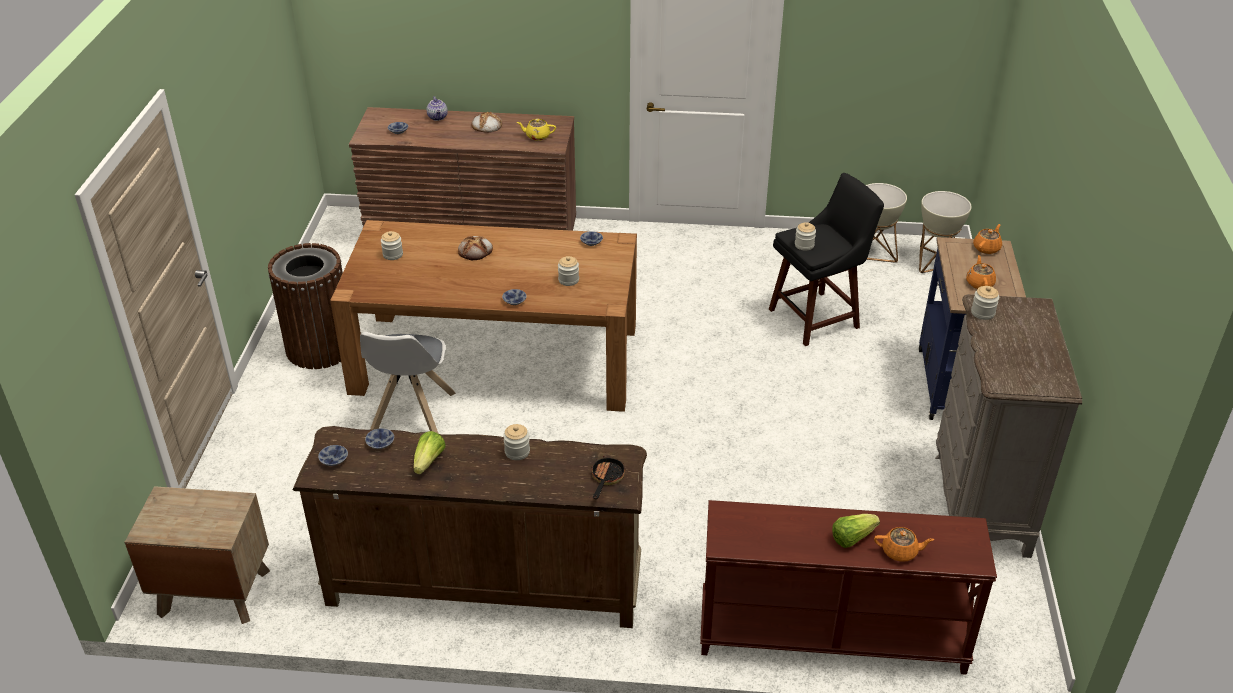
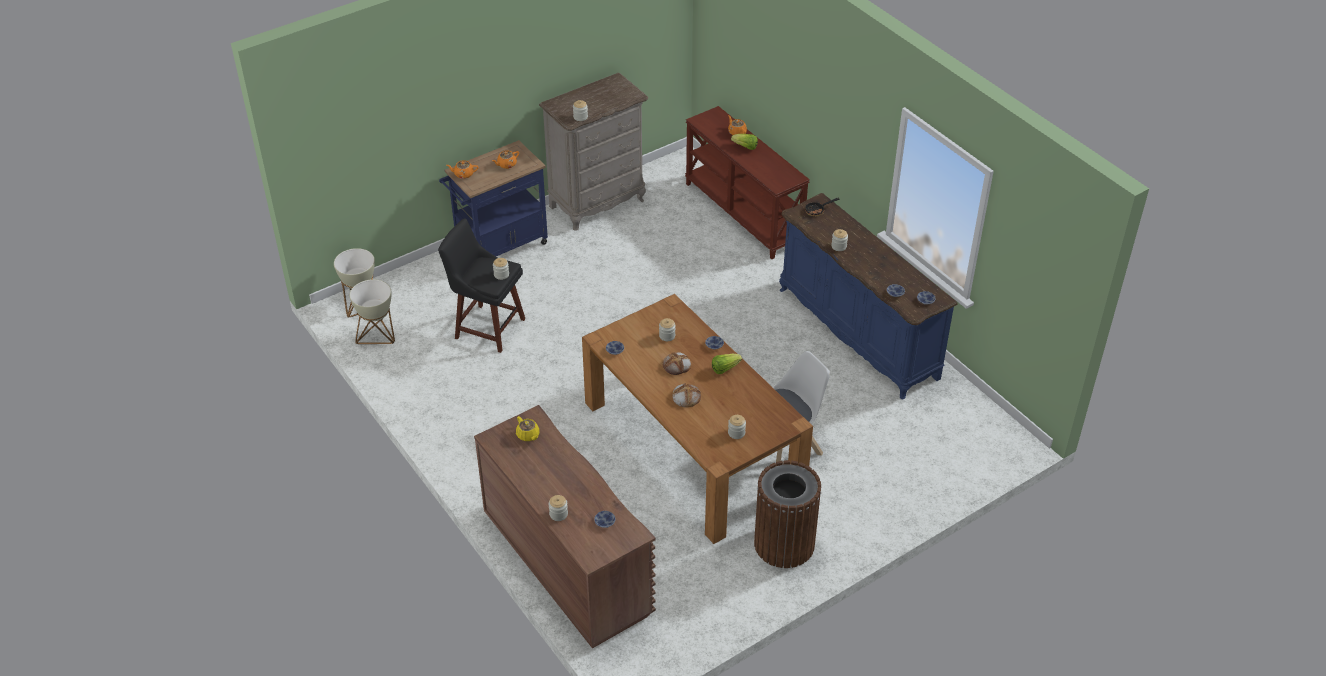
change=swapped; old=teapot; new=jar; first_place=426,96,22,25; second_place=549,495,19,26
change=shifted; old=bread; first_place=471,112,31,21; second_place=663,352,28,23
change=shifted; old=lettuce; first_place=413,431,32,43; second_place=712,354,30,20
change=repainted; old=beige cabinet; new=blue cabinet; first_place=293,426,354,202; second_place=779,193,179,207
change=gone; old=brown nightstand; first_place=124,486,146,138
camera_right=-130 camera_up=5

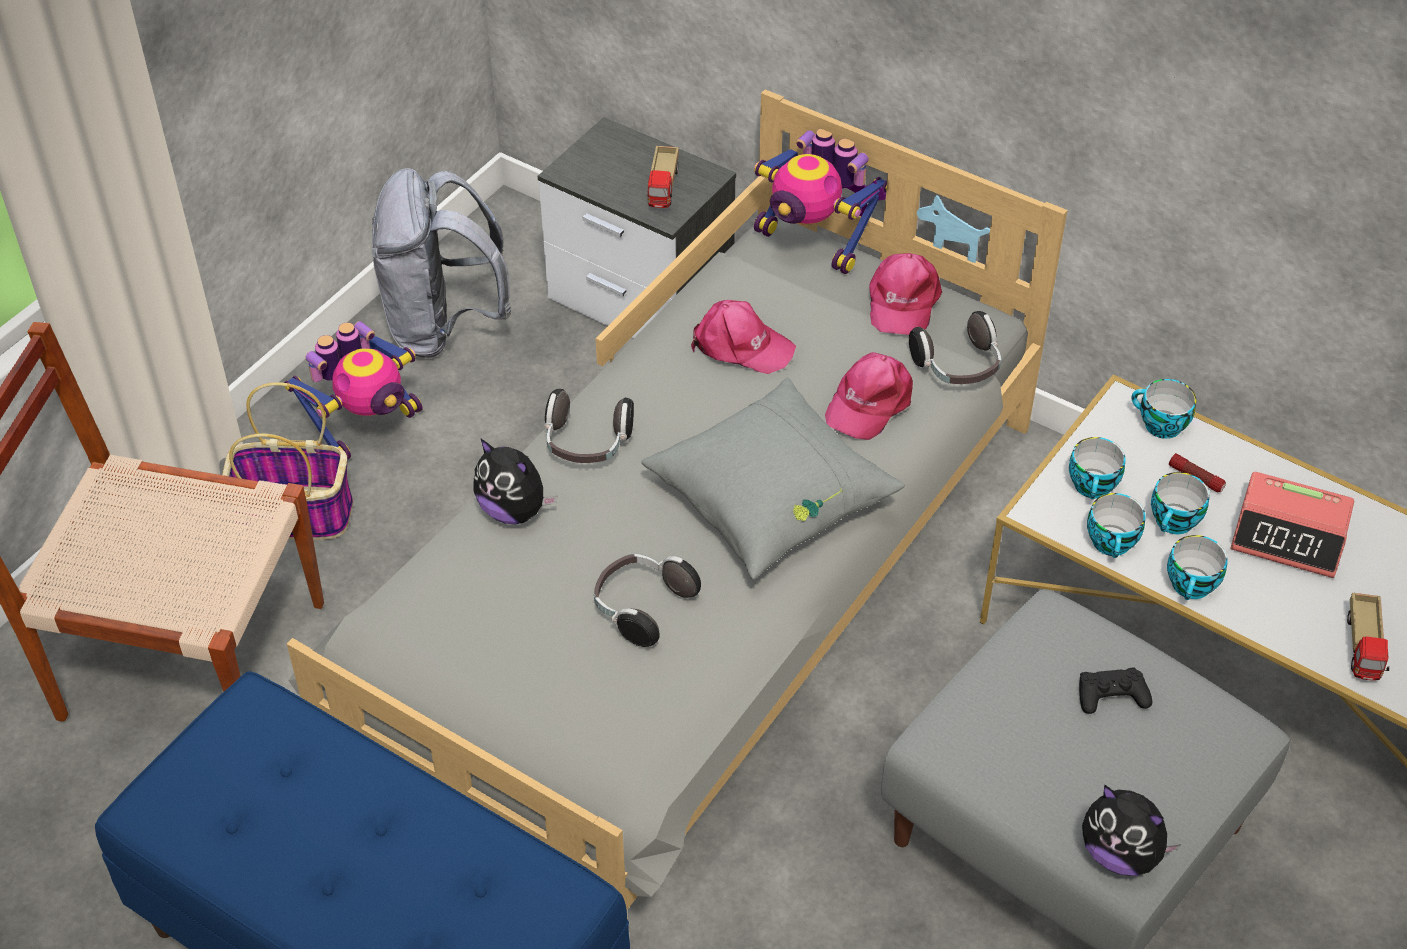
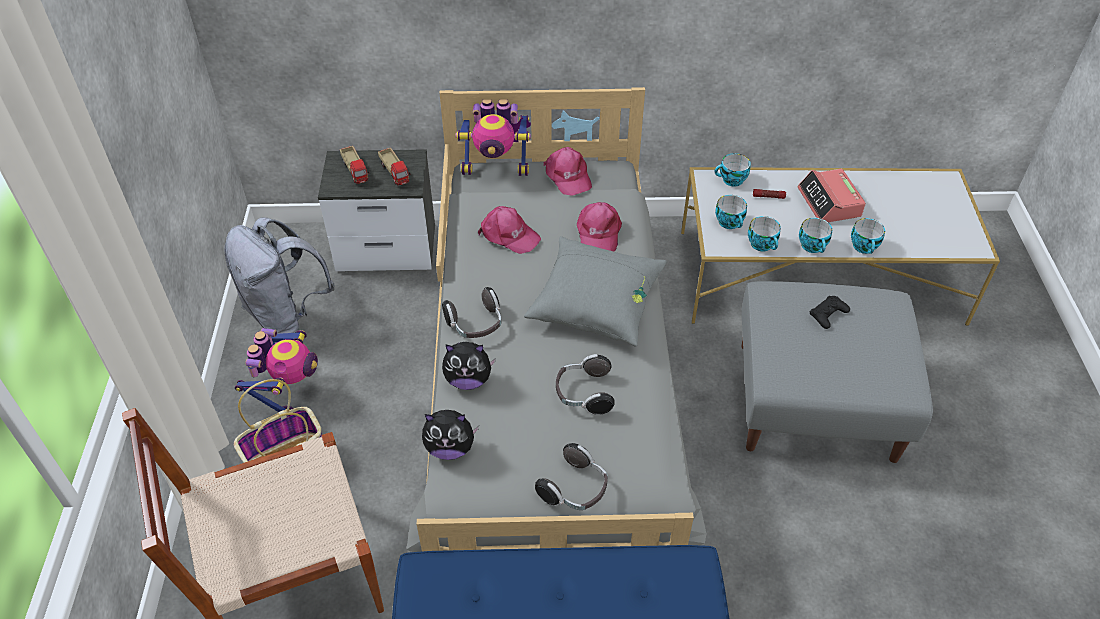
change=shifted; old=toy truck; first_place=1347,593,42,88; second_place=340,146,29,38
change=shifted; old=plush toy; first_place=1082,785,99,91; second_place=422,410,57,50
change=rotated; old=pink cap; first_place=691,300,105,74; second_place=478,206,63,48; degrees=45
change=shifted; old=headphones; first_place=909,311,93,73; second_place=535,443,73,67
change=rotated; old=alarm clock; first_place=1230,472,124,106; second_place=798,169,68,53; degrees=90
change=shifted; old=cup; first_place=1151,472,58,62; second_place=851,218,34,36
camera_right=-35 camera_up=0

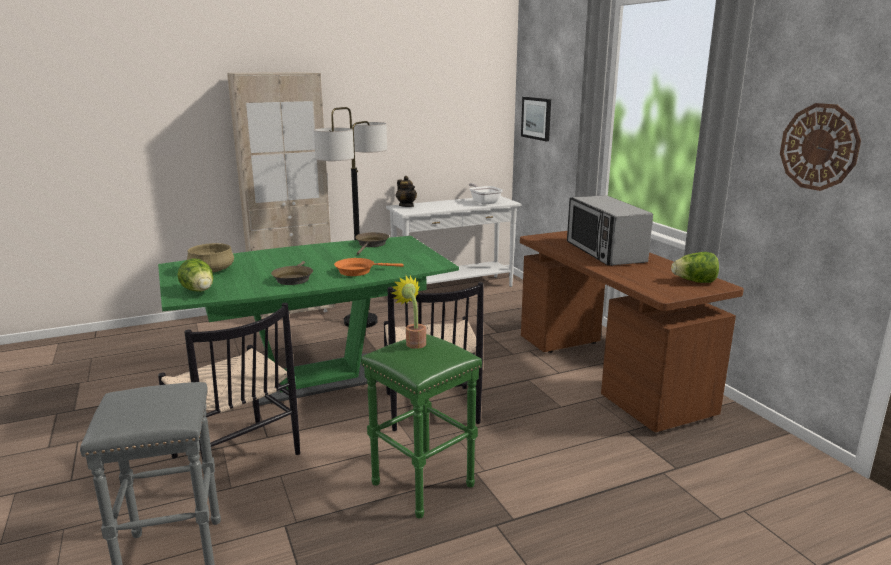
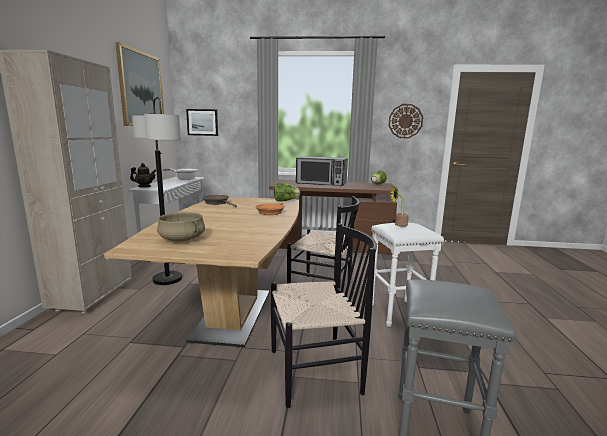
change=repainted; old=green dining table; new=brown dining table; first_place=158,236,301,170; second_place=104,197,195,150
change=new; new=picture; second_place=115,42,49,84
change=shifted; old=lettuce; first_place=177,258,36,34; second_place=274,183,26,18
change=repainted; old=green stool; new=white stool; first_place=361,334,121,184; second_place=371,223,73,104
change=gone; old=brown frying pan; first_place=271,261,42,24
camera_right=-60 camera_up=-5

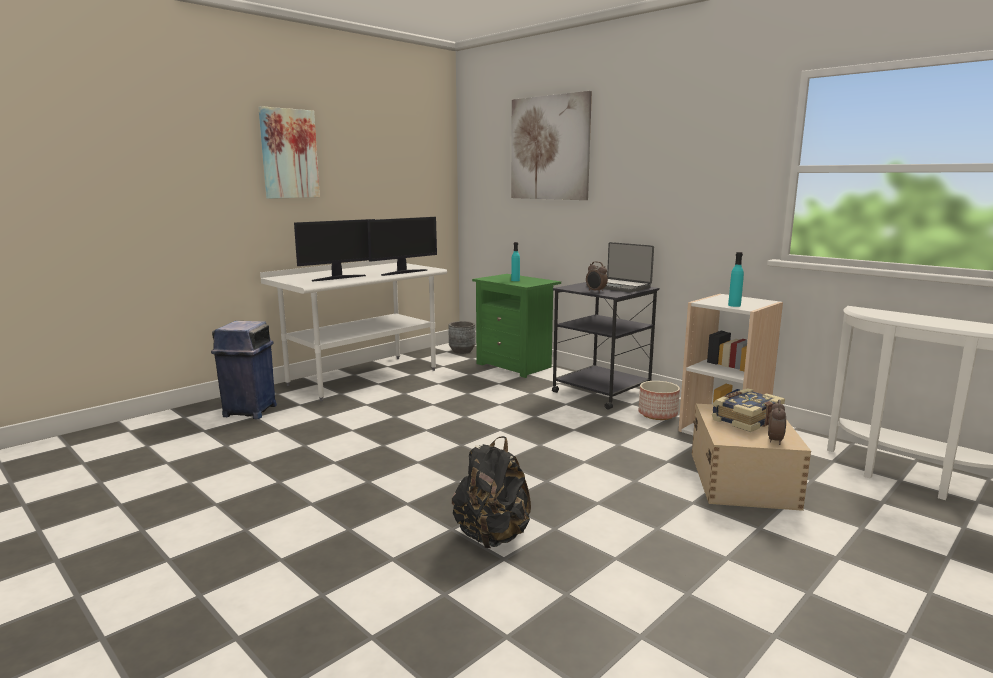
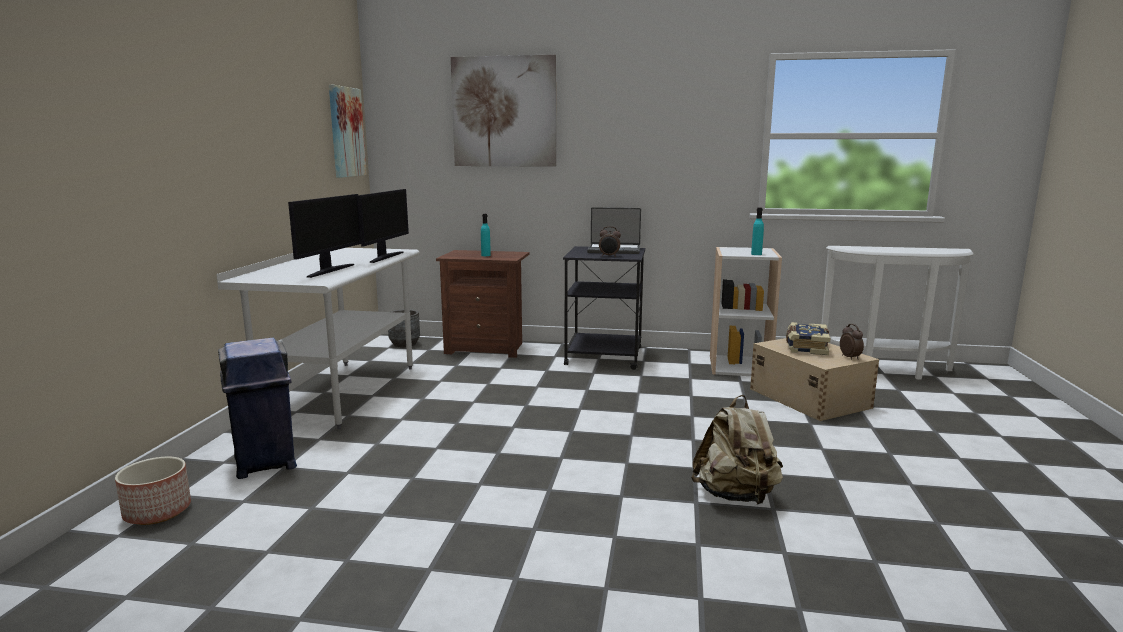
change=shifted; old=planter; first_place=639,381,41,39; second_place=115,457,76,68
change=shifted; old=picture; first_place=258,106,62,93; second_place=329,85,38,93
change=repainted; old=green nightstand; new=brown nightstand; first_place=472,274,89,104; second_place=436,250,94,108
change=repainted; old=black backpack; new=beige backpack; first_place=452,436,79,112; second_place=691,395,92,110
camera_right=-35 camera_up=0

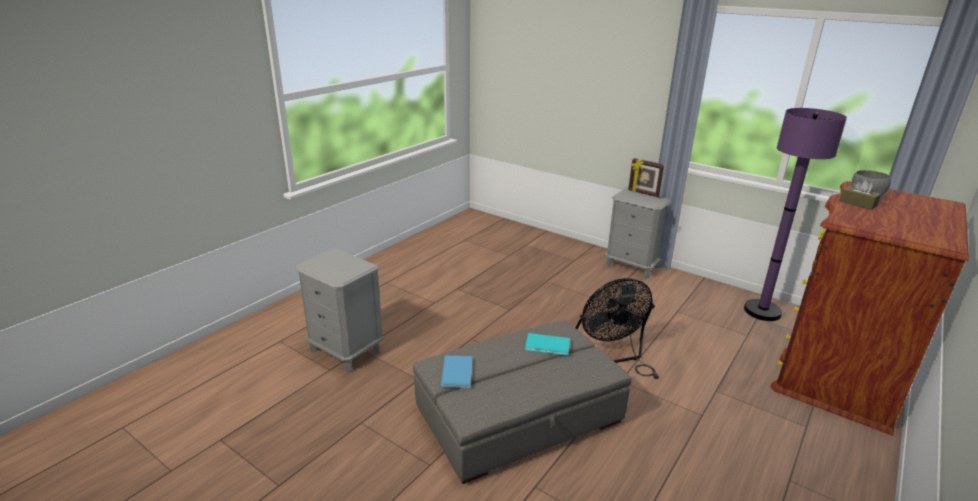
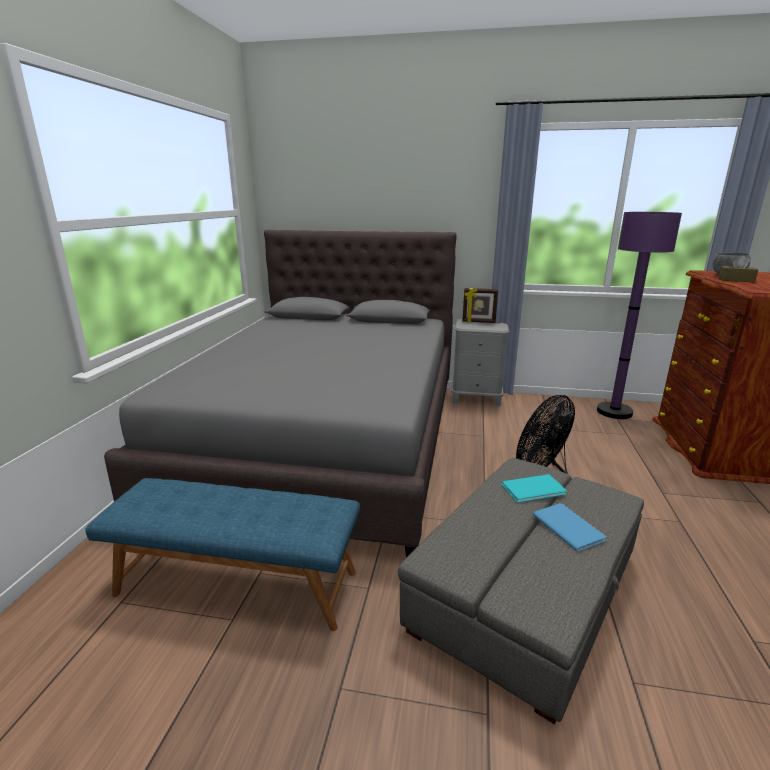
change=swapped; old=grey nightstand; new=blue bench; first_place=296,248,88,124; second_place=85,478,275,153
change=new; new=grey bed; second_place=104,230,353,328
change=shifted; old=blue book; first_place=441,356,31,32; second_place=533,503,73,49
camera_right=-25 camera_up=-5

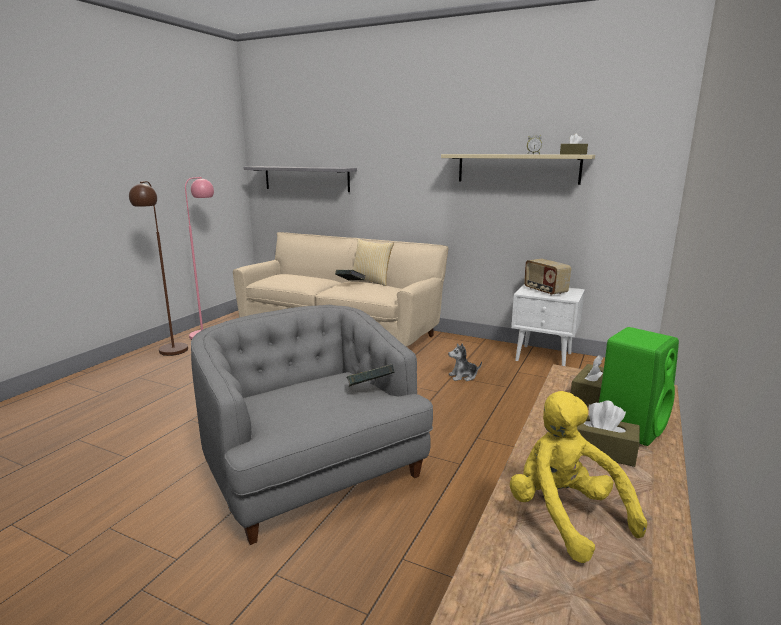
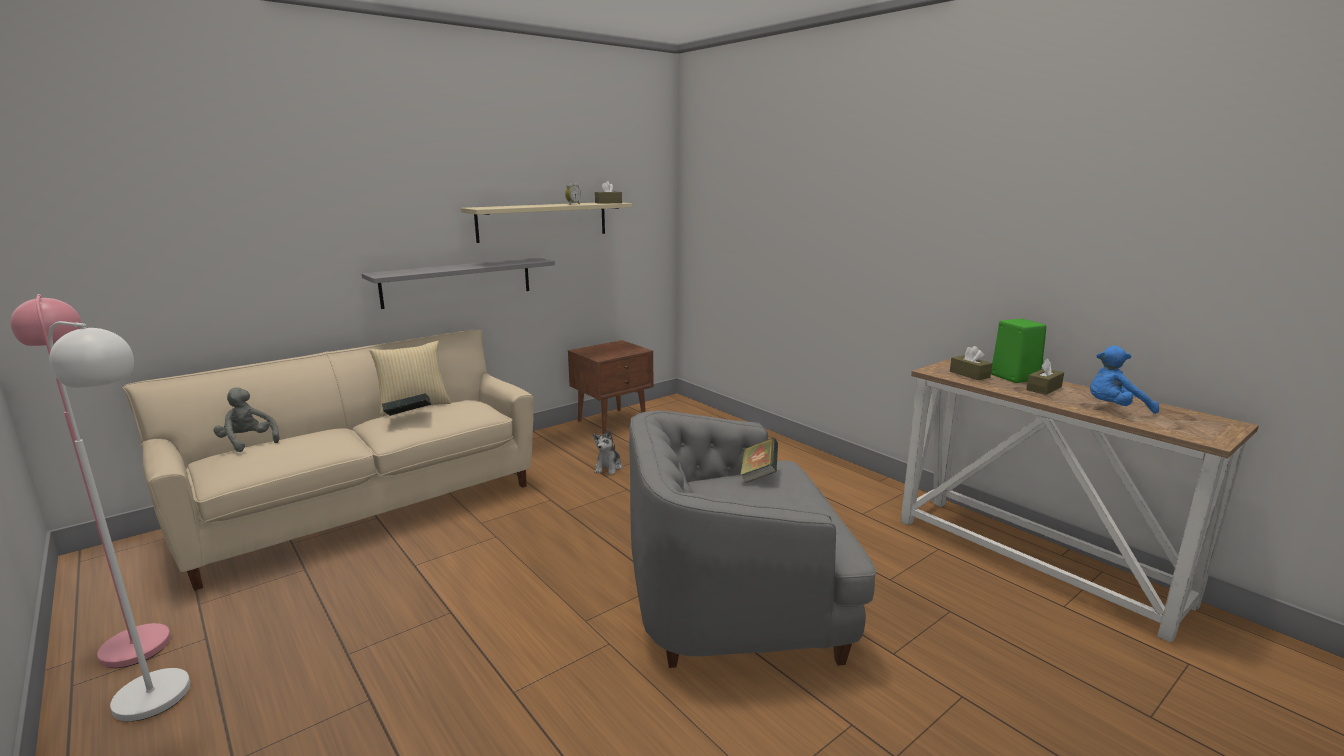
change=repainted; old=brown floor lamp; new=white floor lamp; first_place=129,181,59,175; second_place=48,321,143,401
change=new; new=grey plush toy; second_place=213,387,66,65
change=shifted; old=grey shelf; first_place=244,166,113,26; second_place=362,257,193,52
change=repainted; old=white nightstand; new=brown nightstand; first_place=511,284,74,82; second_place=568,340,86,94
change=repainted; old=yellow plush toy; new=blue plush toy; first_place=510,391,137,172; second_place=1090,346,69,68
change=gone; old=radio; first_place=524,259,47,37
camera_right=-65 camera_up=0

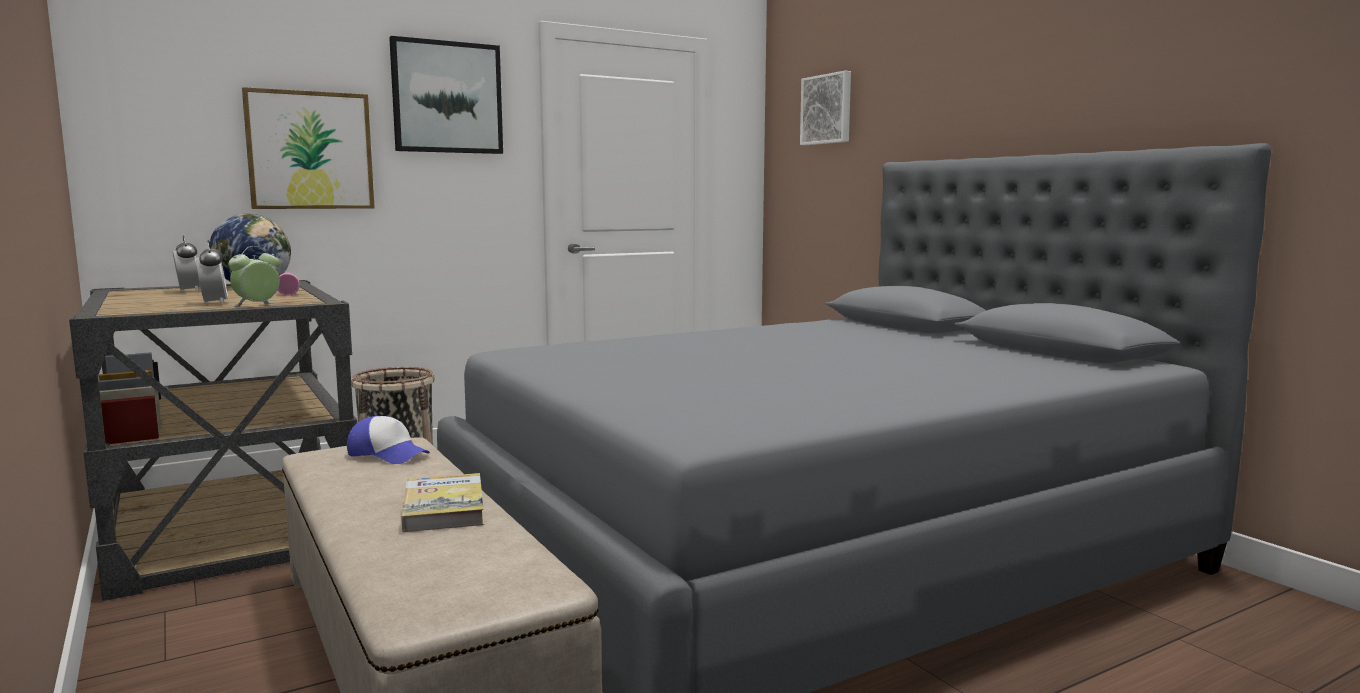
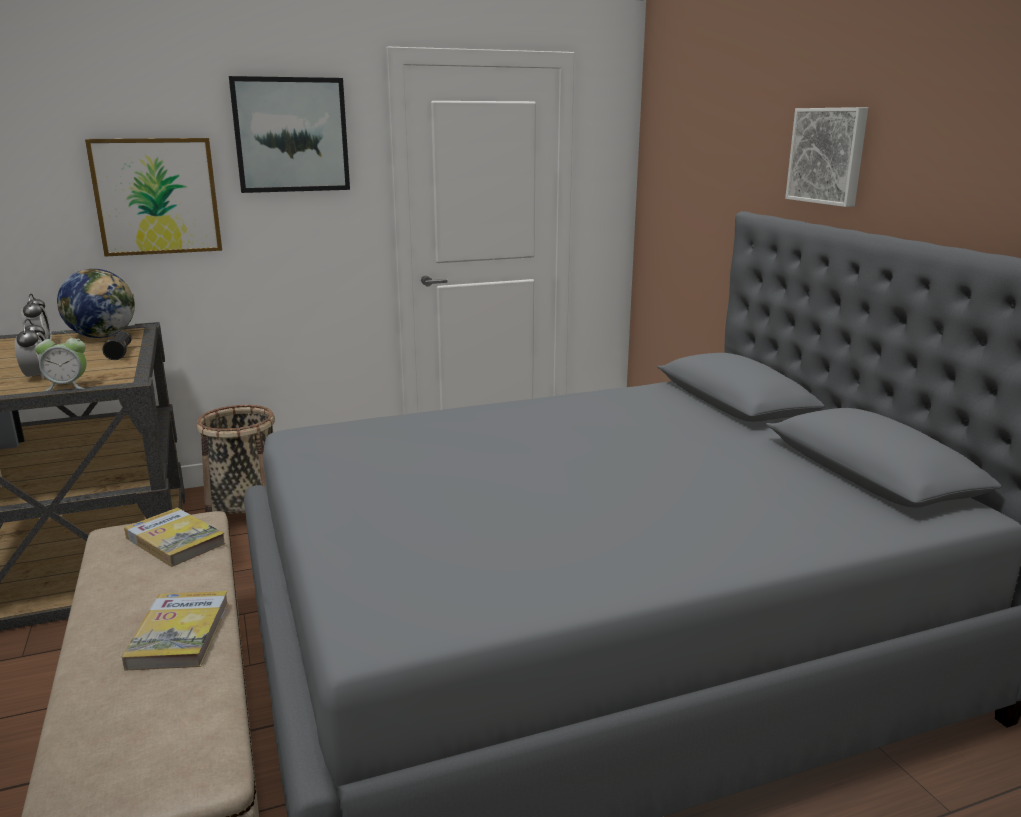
change=rotated; old=alarm clock; first_place=228,246,52,61; second_place=35,331,52,60; degrees=-150
change=repainted; old=pink flashlight; new=black flashlight; first_place=277,272,23,24; second_place=102,331,30,29
change=swapped; old=cap; new=book; first_place=347,416,83,48; second_place=124,508,102,59
change=shifted; old=picture; first_place=800,71,51,74; second_place=785,107,83,100
camera_right=10 camera_up=10

